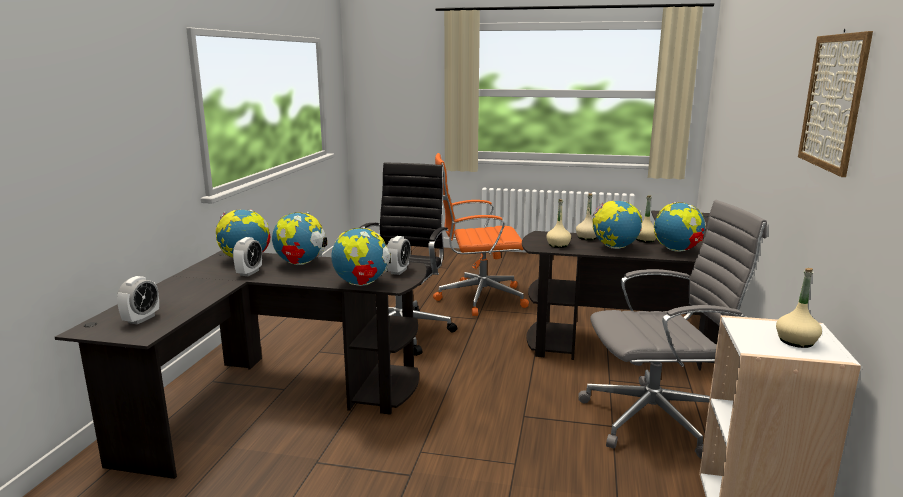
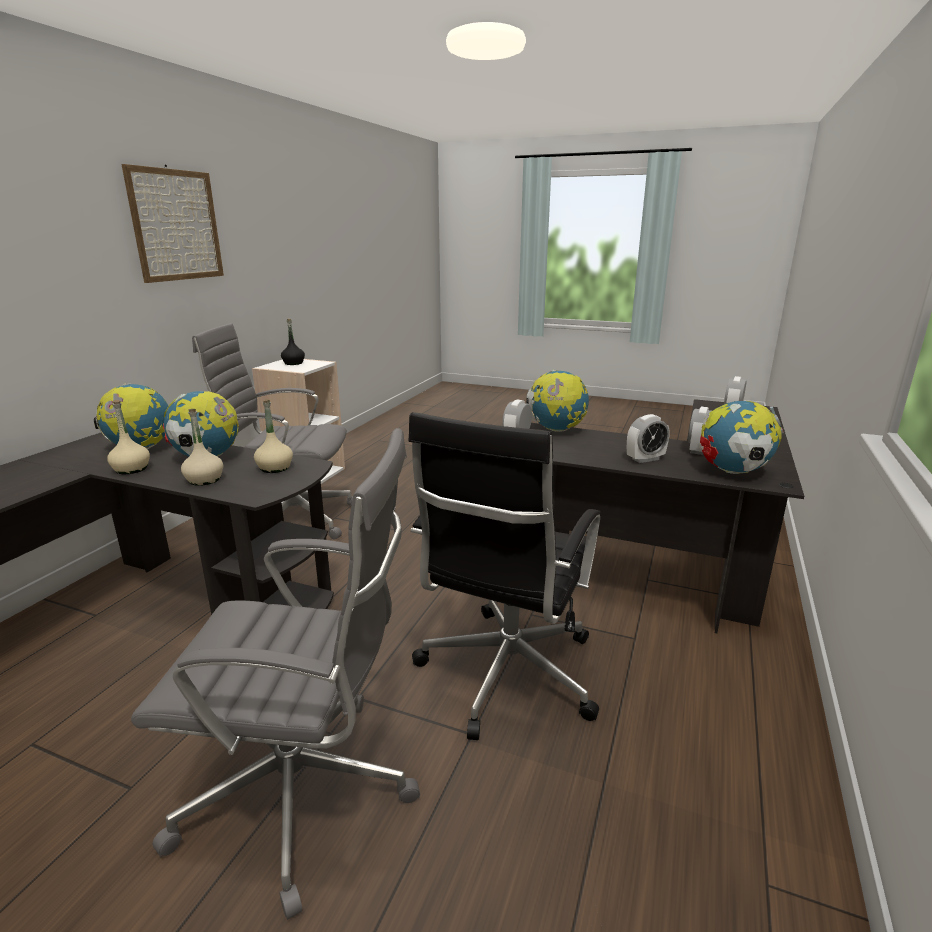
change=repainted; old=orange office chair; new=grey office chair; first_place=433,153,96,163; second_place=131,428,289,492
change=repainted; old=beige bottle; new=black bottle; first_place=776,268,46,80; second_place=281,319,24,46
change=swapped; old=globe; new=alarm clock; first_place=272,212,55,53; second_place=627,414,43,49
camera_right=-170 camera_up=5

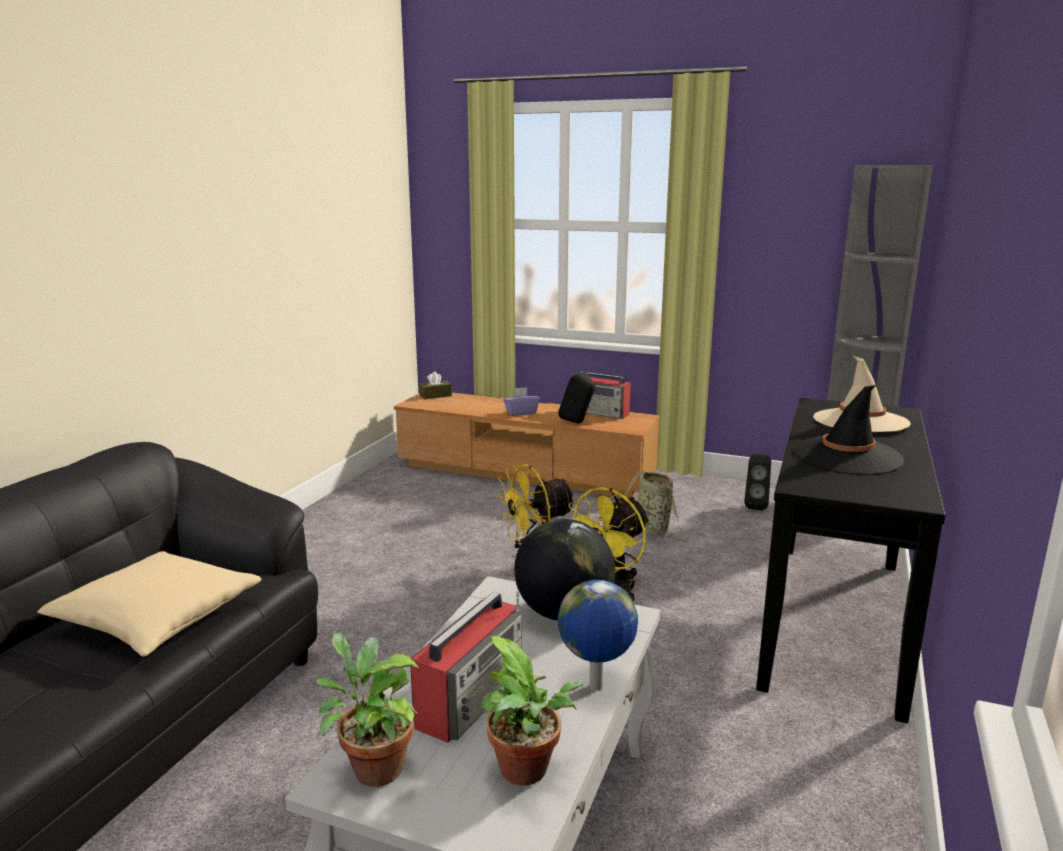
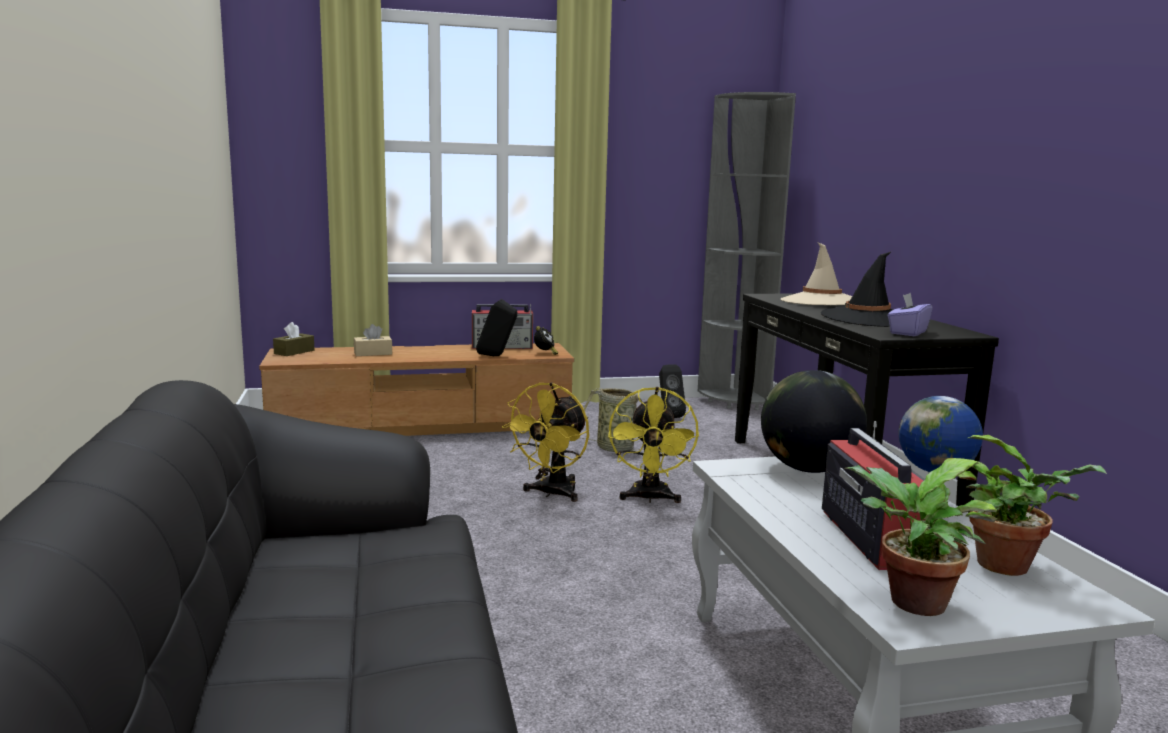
change=new; new=beige tissue box; second_place=354,324,38,32
change=new; new=alarm clock; second_place=534,326,24,29
change=shifted; old=purple tissue box; first_place=503,387,37,29; second_place=888,293,45,43
change=gone; old=beige pillow; first_place=37,551,224,106
camera_right=-35 camera_up=-5

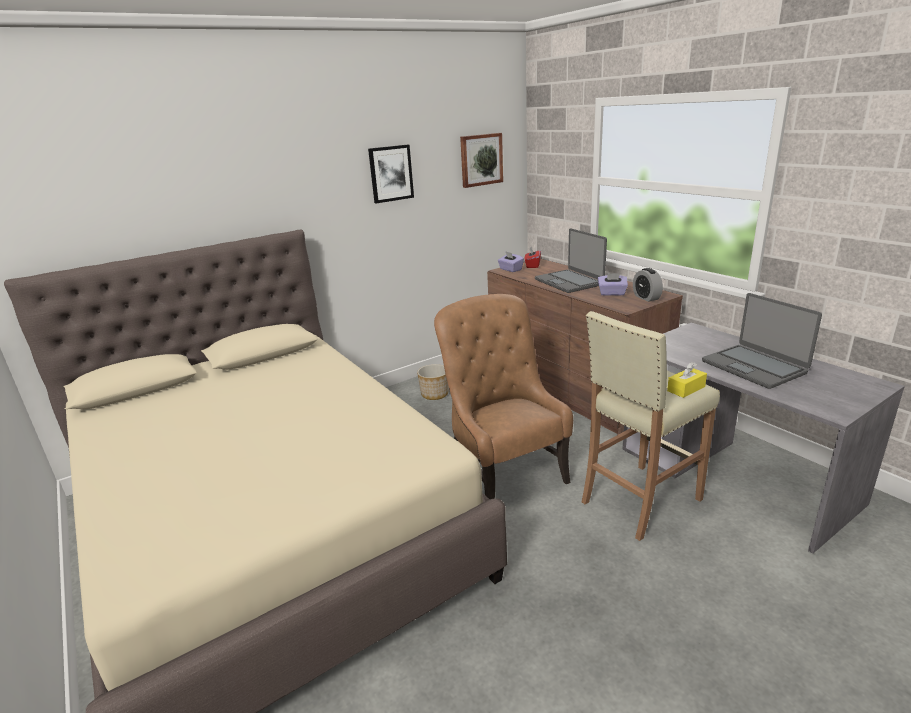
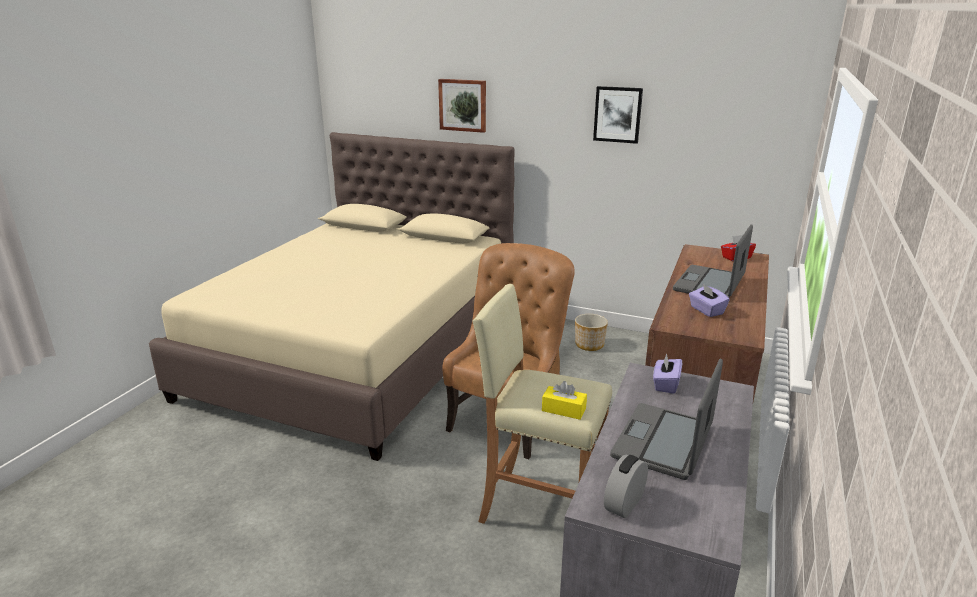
change=shifted; old=picture; first_place=460,133,43,55; second_place=438,79,48,54
change=shifted; old=alarm clock; first_place=633,268,30,34; second_place=604,455,44,63
change=shifted; old=purple tissue box; first_place=498,251,26,21; second_place=653,353,29,41
camera_right=55 camera_up=0

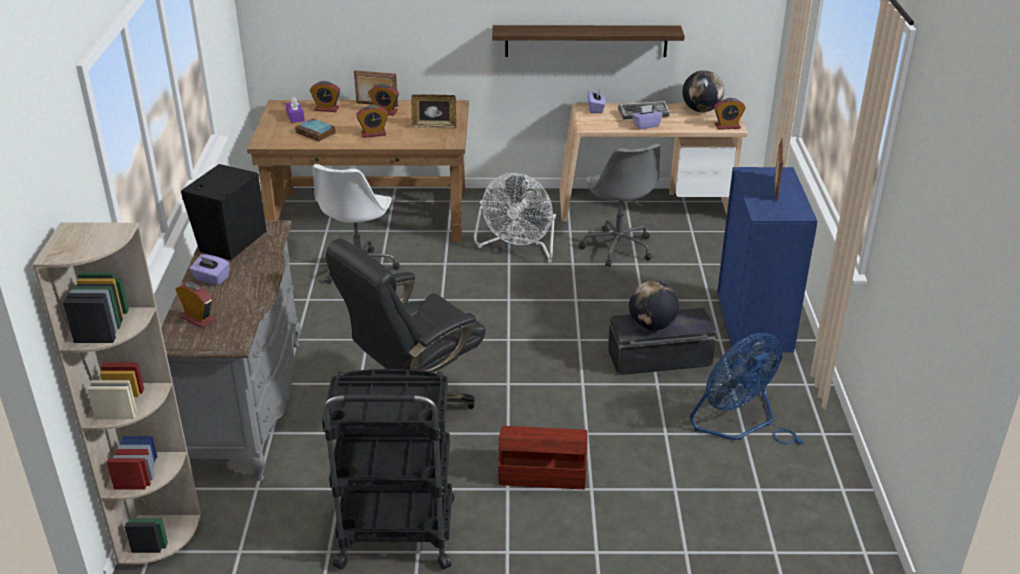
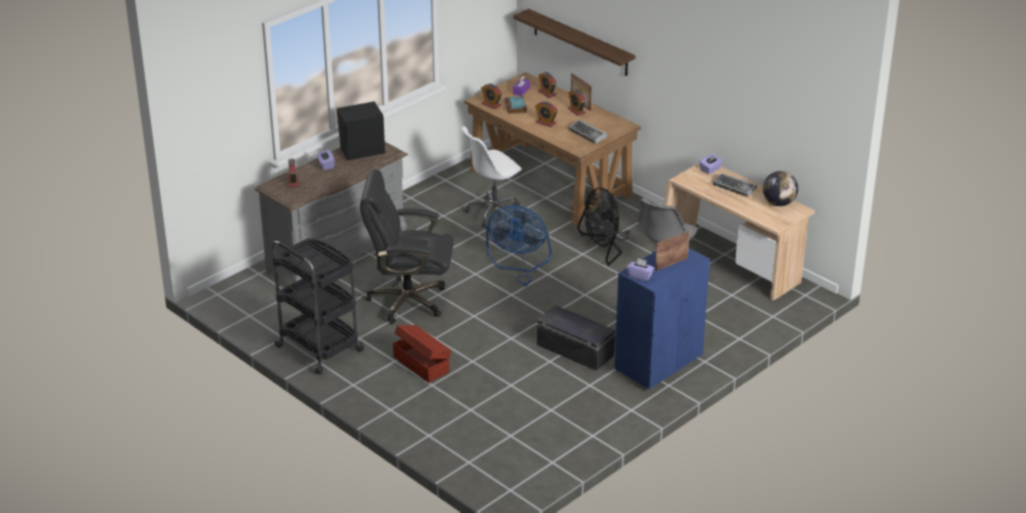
change=shifted; old=alarm clock; first_place=714,98,32,32; second_place=481,84,21,25
change=shifted; old=blue fan; first_place=690,333,113,112; second_place=486,205,66,82
change=shifted; old=shelf; first_place=492,25,193,32; second_place=514,9,121,67
change=swapped; old=picture frame; new=keyboard; first_place=411,94,45,35; second_place=569,119,39,25
change=repainted; old=white fan; new=black fan; first_place=474,173,82,89; second_place=577,187,54,79
change=shifted; old=purple tissue box; first_place=632,105,31,24; second_place=627,258,27,23
change=gone; old=beige bookcase; first_place=32,223,169,342
change=gone; old=globe; first_place=629,281,50,49
camera_right=45 camera_up=0

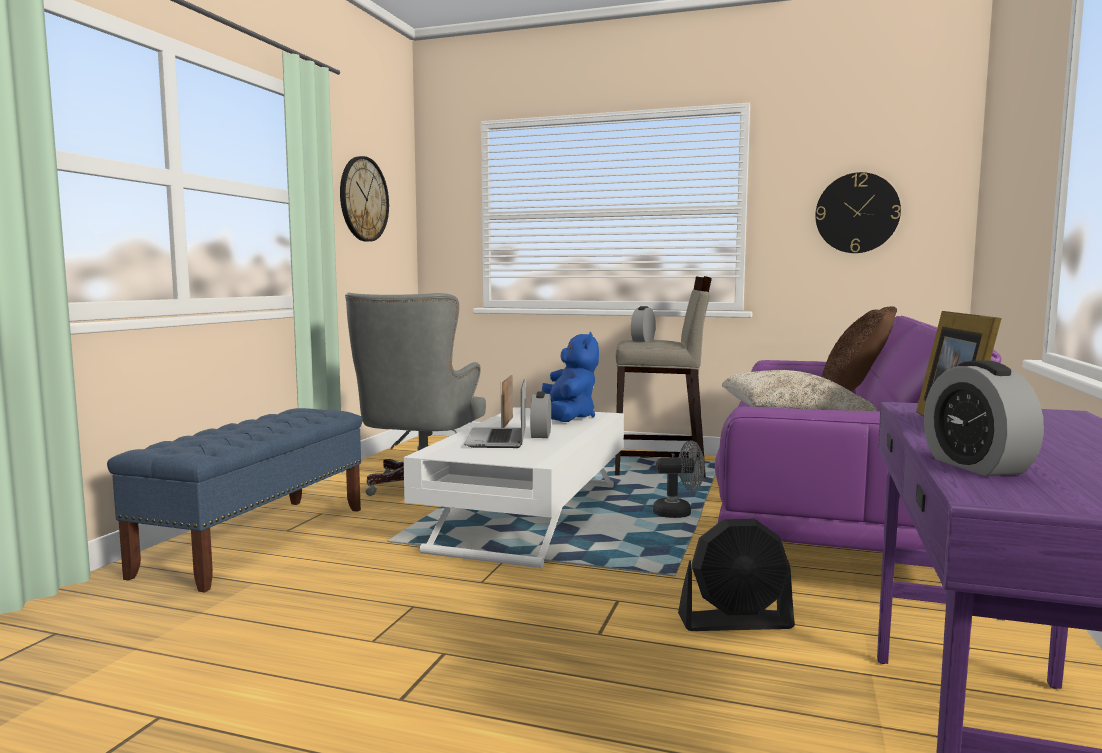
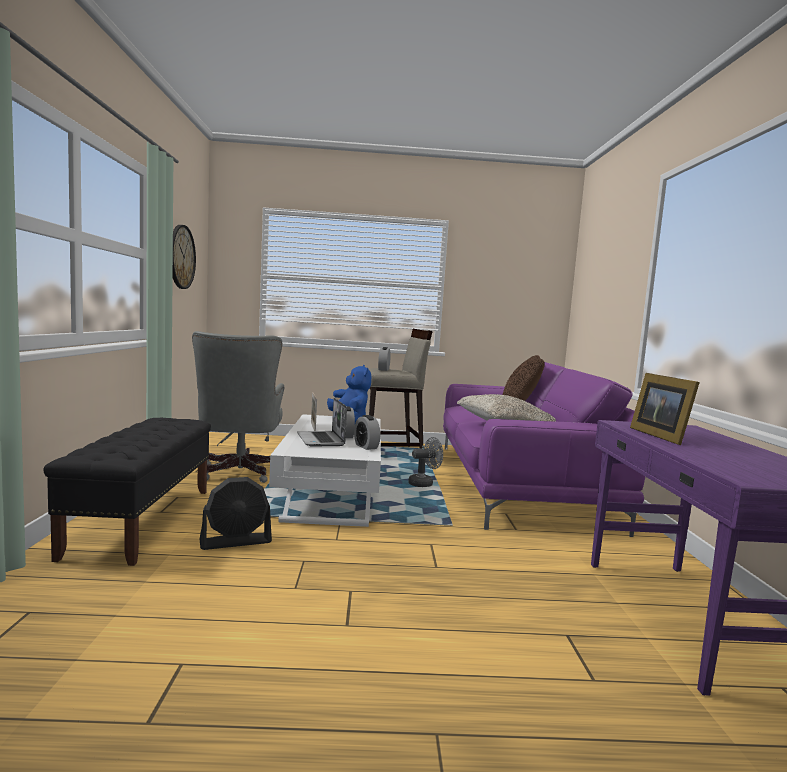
change=repainted; old=blue bench; new=black bench; first_place=107,408,255,185; second_place=43,418,168,148
change=shifted; old=black fan; first_place=678,519,117,112; second_place=200,477,72,73
change=shifted; old=alarm clock; first_place=924,360,120,116; second_place=354,415,27,35
change=gone; old=wall clock; first_place=815,172,86,81
camera_right=-20 camera_up=0

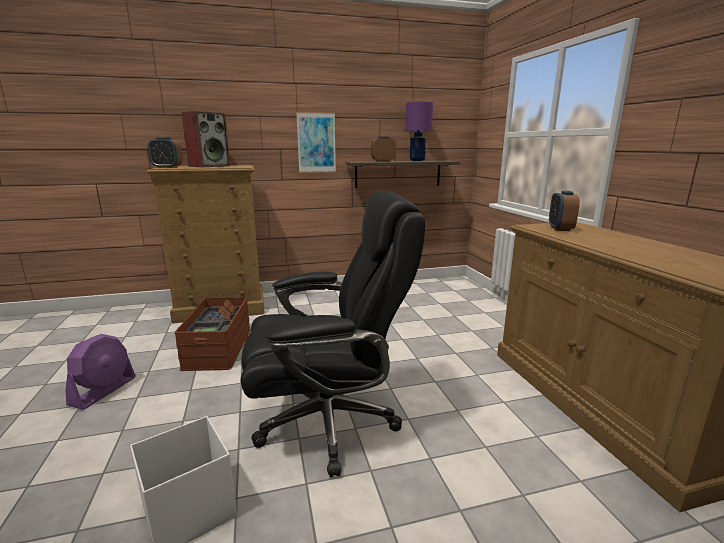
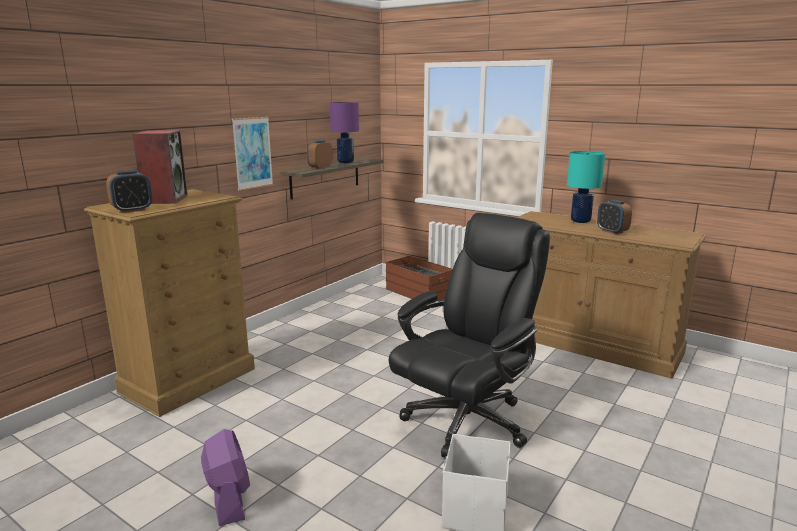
change=shifted; old=brown storage box; first_place=175,297,75,74; second_place=386,256,66,44
change=new; new=turquoise table lamp; second_place=567,151,38,72
change=shifted; old=alarm clock; first_place=549,190,31,41; second_place=597,199,35,35
camera_right=-40 camera_up=0

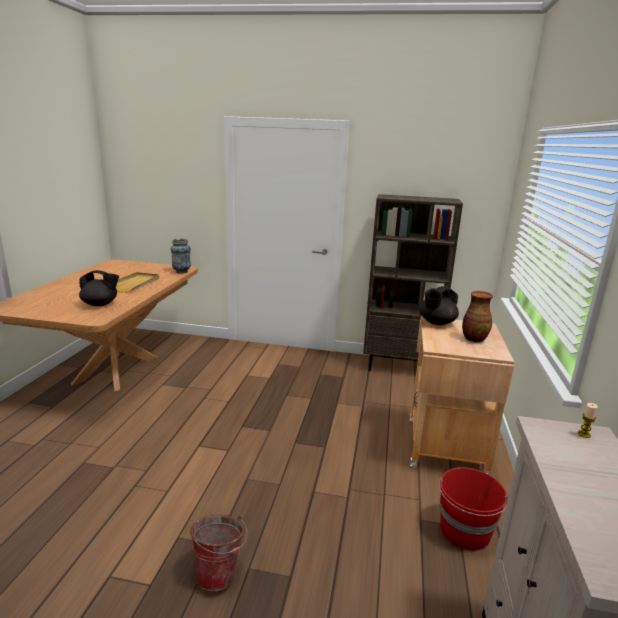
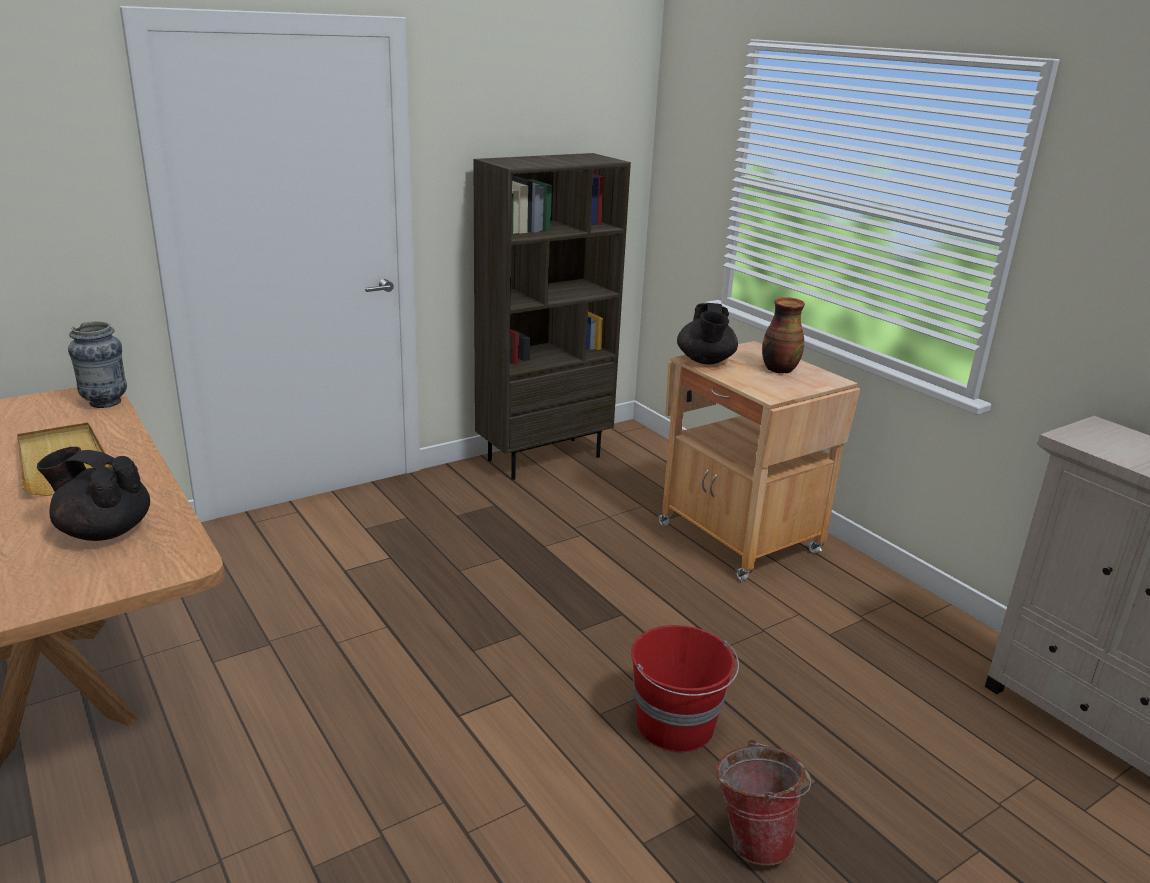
change=rotated; old=black teapot; first_place=79,270,40,36; second_place=37,447,113,94; degrees=-120
change=shifted; old=red bucket; first_place=439,467,69,84; second_place=631,625,108,127
change=gone; old=candle; first_place=578,403,20,35
camera_right=-45 camera_up=5

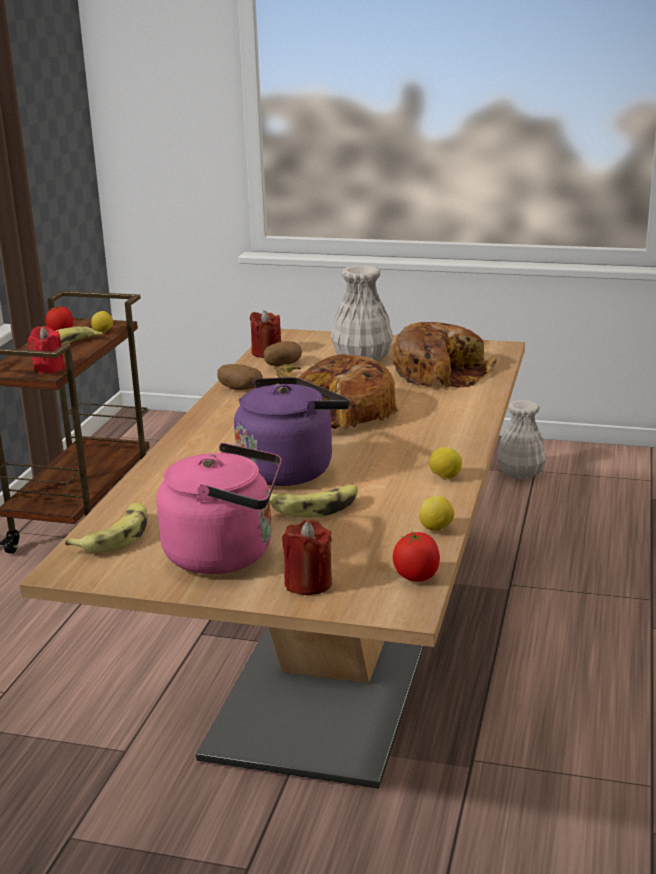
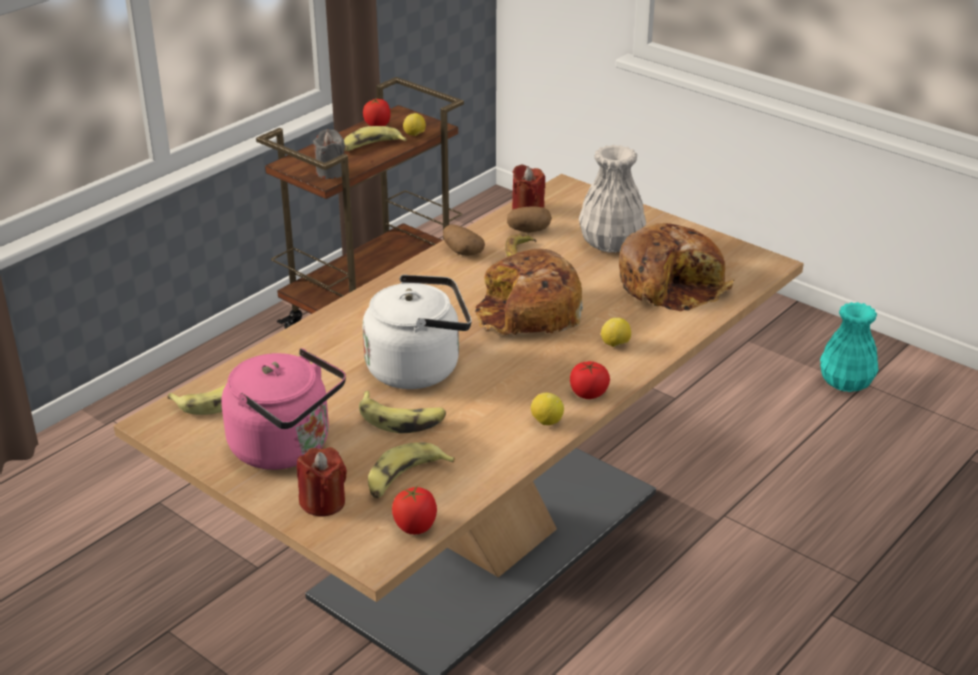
change=repainted; old=red candle; new=grey candle; first_place=28,326,37,48; second_place=313,129,32,50
change=repainted; old=purple kettle; new=white kettle; first_place=234,377,116,109; second_place=362,274,110,115
change=new; new=banana; second_place=368,442,87,56
change=new; new=tomato; second_place=570,361,40,38
change=shifted; old=lemon; first_place=419,496,35,35; second_place=601,318,30,29
change=repainted; old=white vase; new=turquoise vase; first_place=497,400,50,79; second_place=820,302,59,90
camera_right=25 camera_up=10

